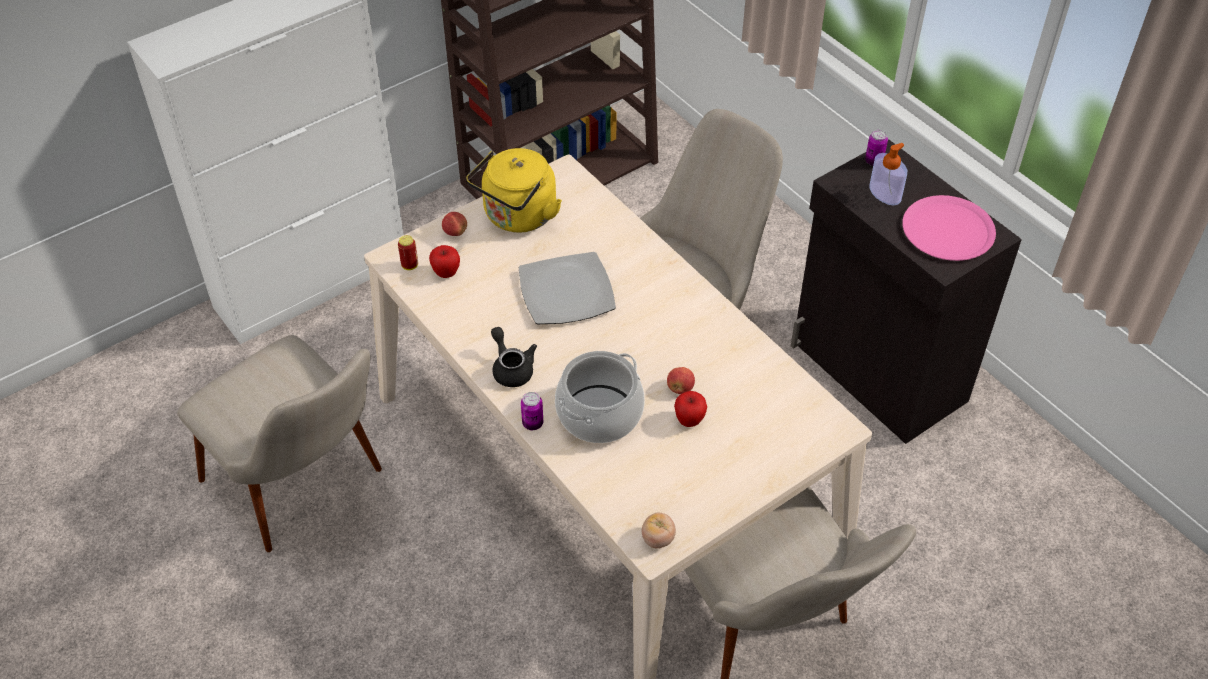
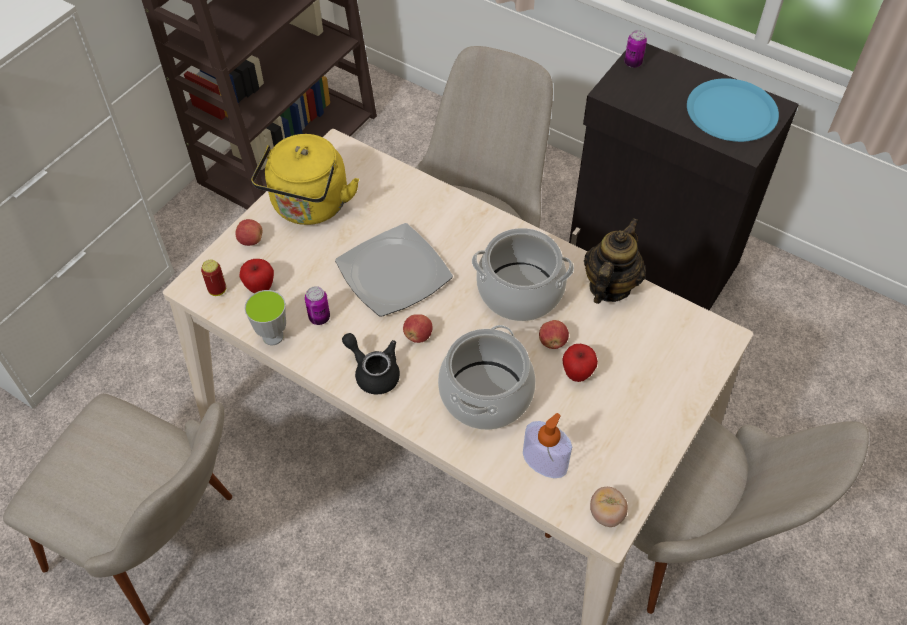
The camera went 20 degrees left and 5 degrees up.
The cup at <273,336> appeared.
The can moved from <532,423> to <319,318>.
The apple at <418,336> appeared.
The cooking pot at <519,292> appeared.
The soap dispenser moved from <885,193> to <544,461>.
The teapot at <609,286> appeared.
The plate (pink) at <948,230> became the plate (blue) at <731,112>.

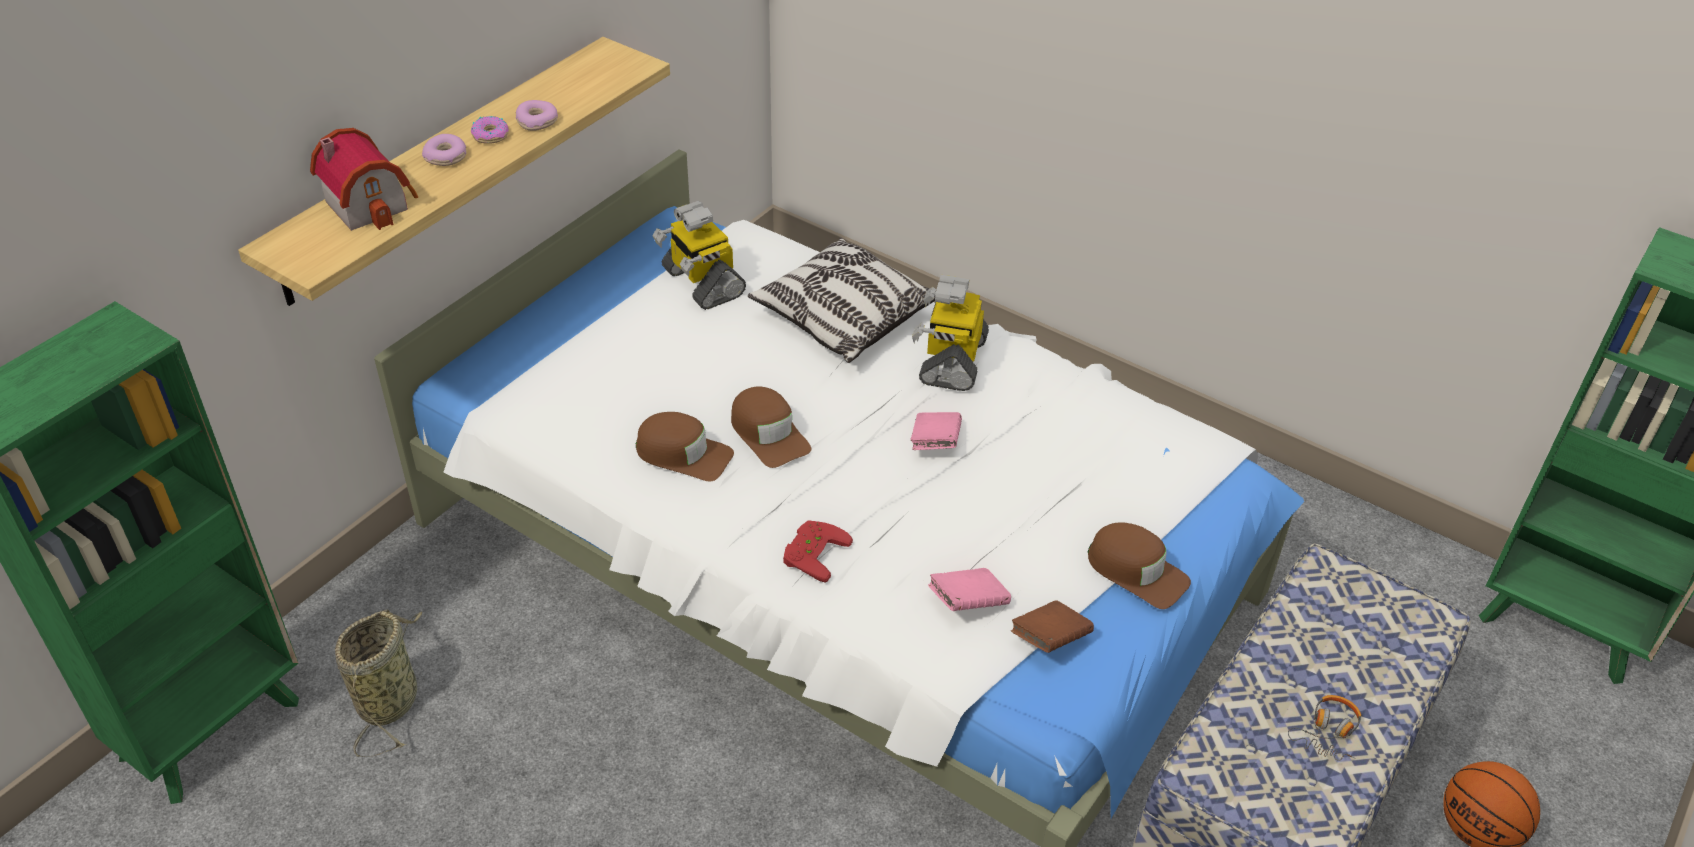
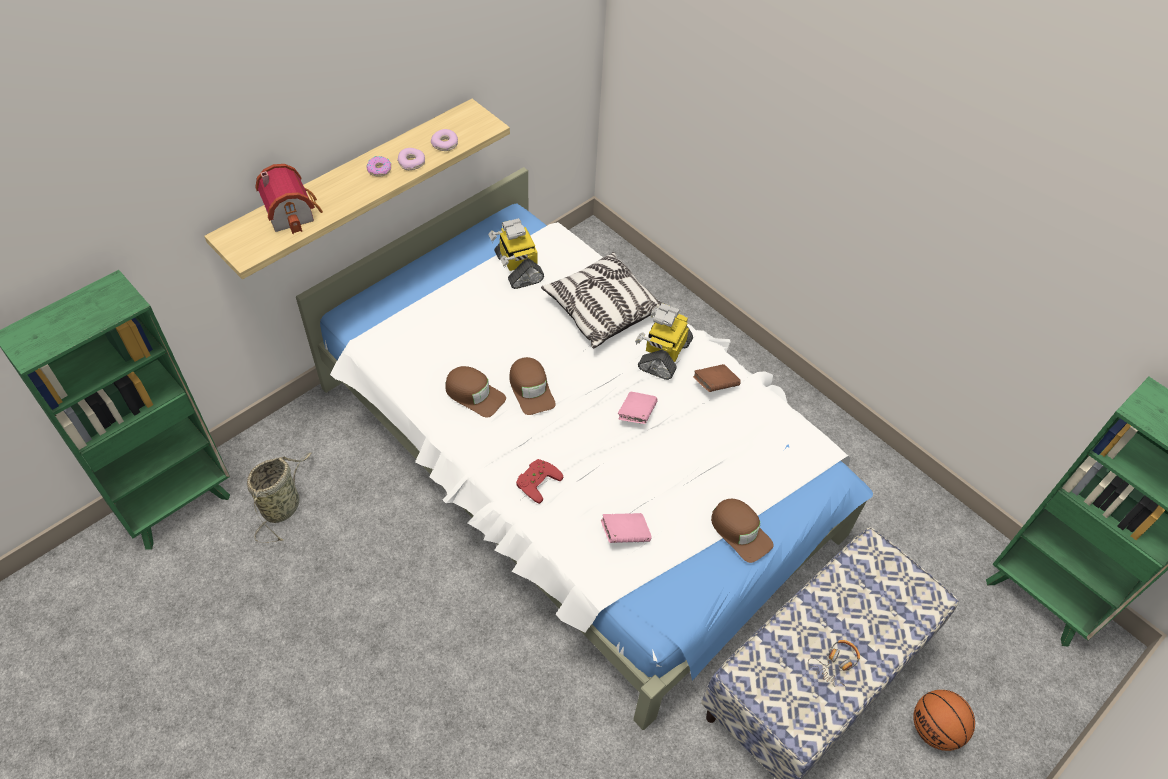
The camera went 10 degrees right and 10 degrees up.
The donut moved from <446,157> to <445,144>.
The book (brown) moved from <1049,639> to <715,385>.

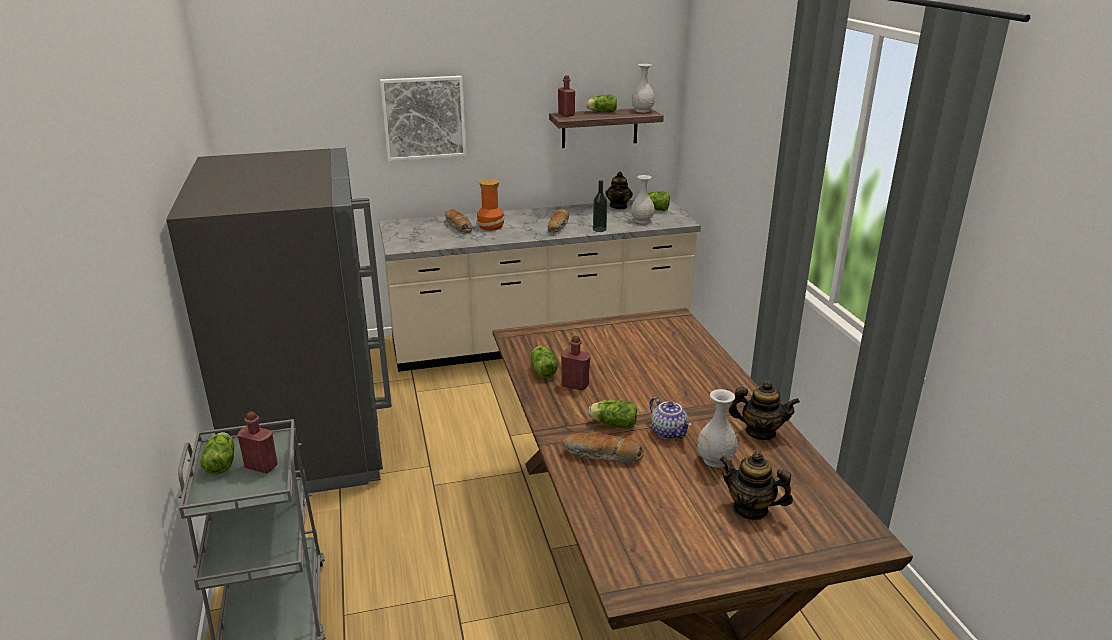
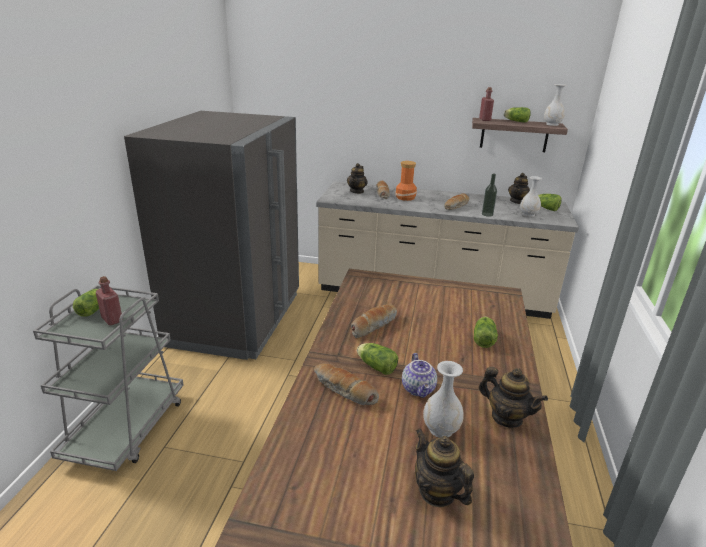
The camera went 25 degrees right and 0 degrees up.
The teapot at <357,191> appeared.
The bottle (red) at <575,385> was replaced by the bread at <373,325>.
The lettuce moved from <542,370> to <483,339>.
The picture at <424,118> disappeared.

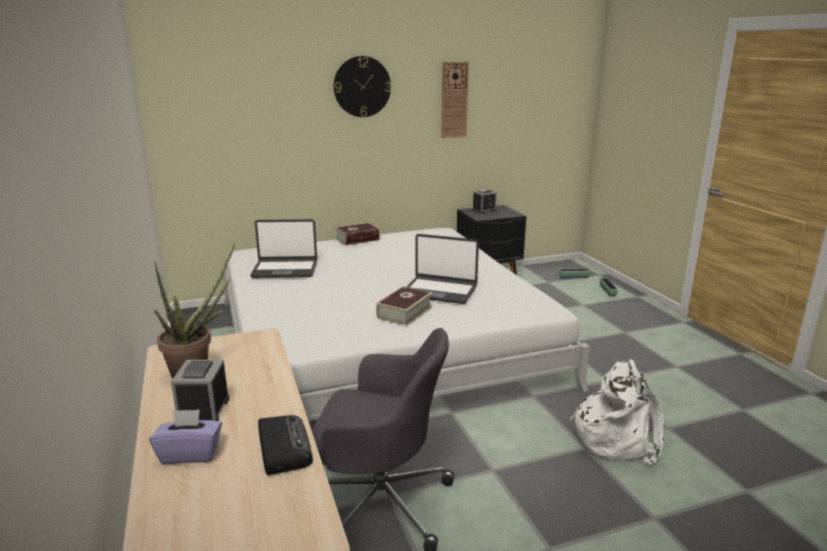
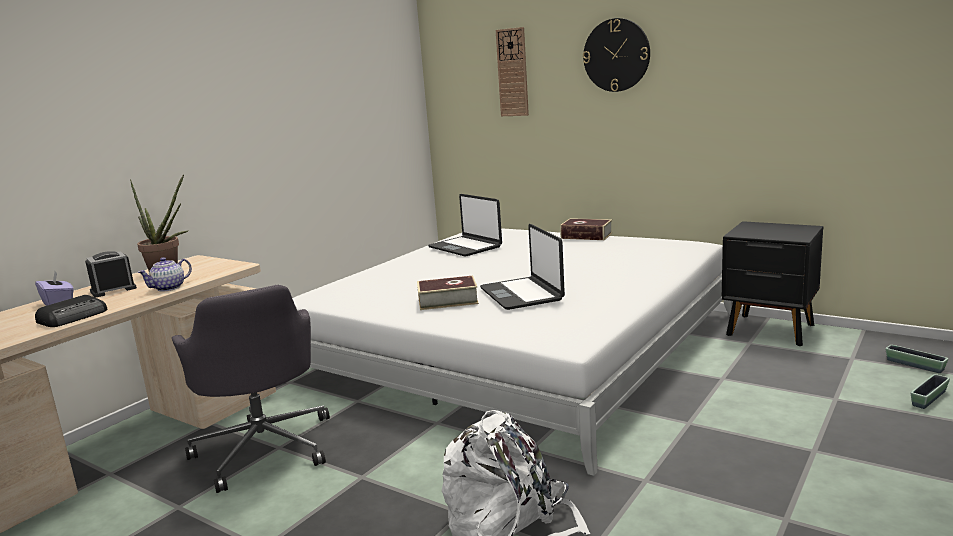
The camera went 55 degrees right and 5 degrees down.
The teapot at <169,288> appeared.
The wall clock moved from <454,100> to <512,72>.
The alarm clock at <484,210> disappeared.

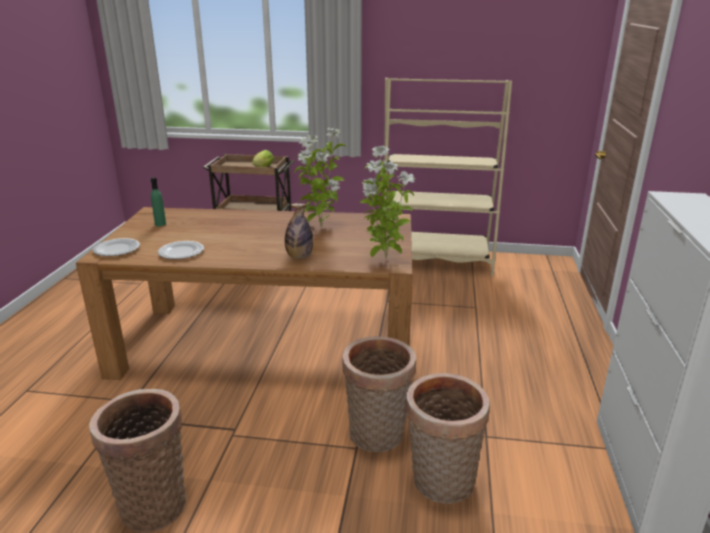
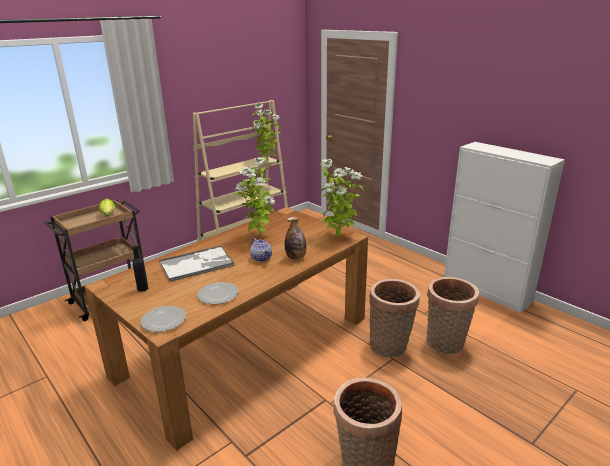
The camera went 50 degrees left and 0 degrees up.
The bottle (green) at <160,224> became the bottle (black) at <142,288>.
The tray at <197,264> appeared.
The teapot at <261,258> appeared.
The potted plant at <267,162> appeared.

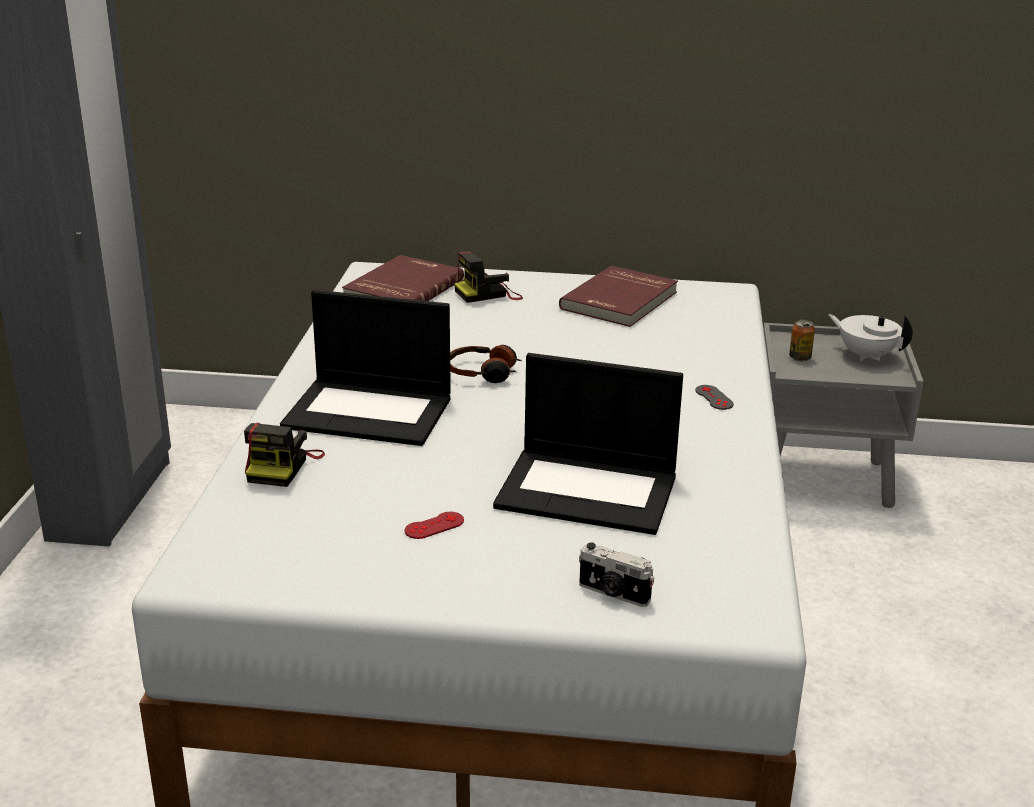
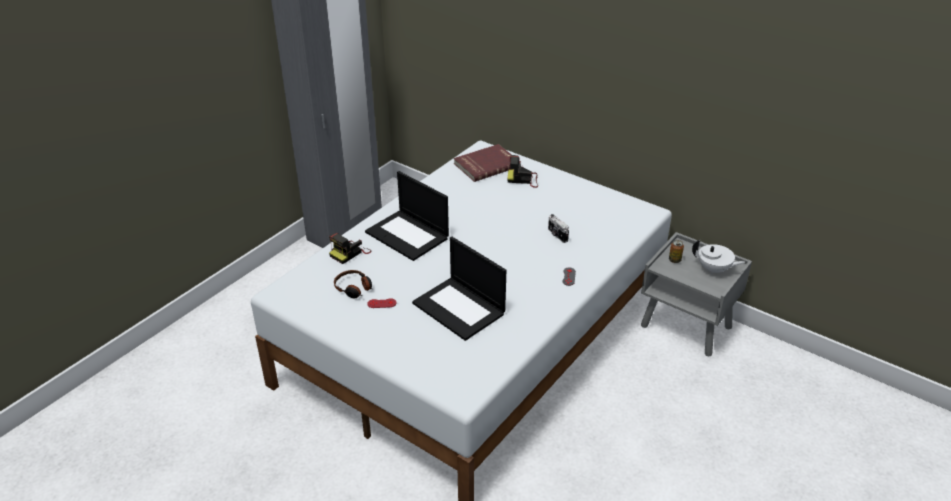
The camera went 30 degrees right and 10 degrees up.
The headphones moved from <483,373> to <354,288>.
The photo camera moved from <613,594> to <557,235>.
The teapot (white) at <866,355> turned 135 degrees clockwise.
The book (red) at <621,301> disappeared.

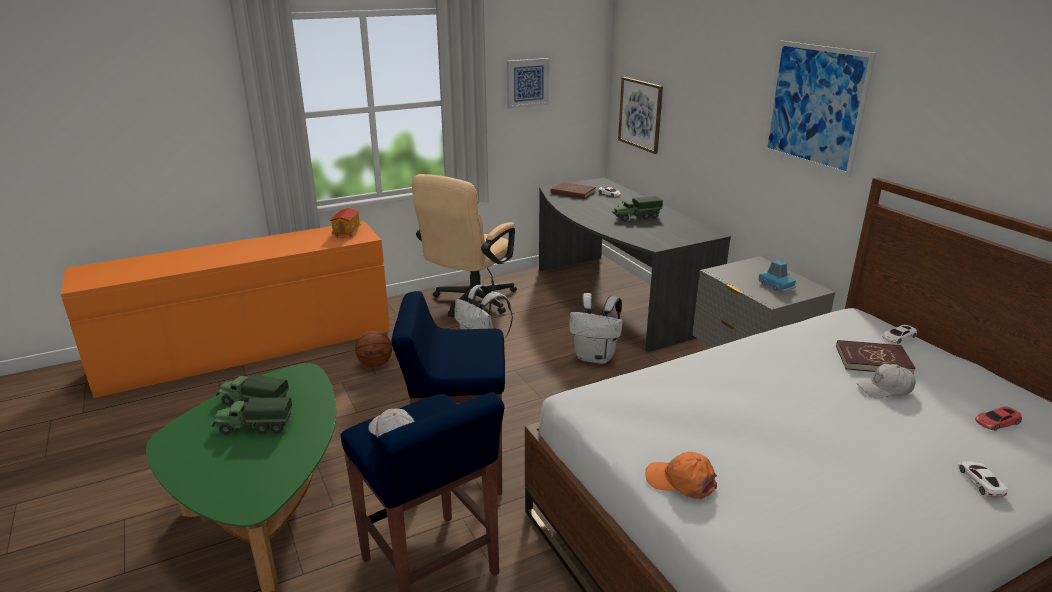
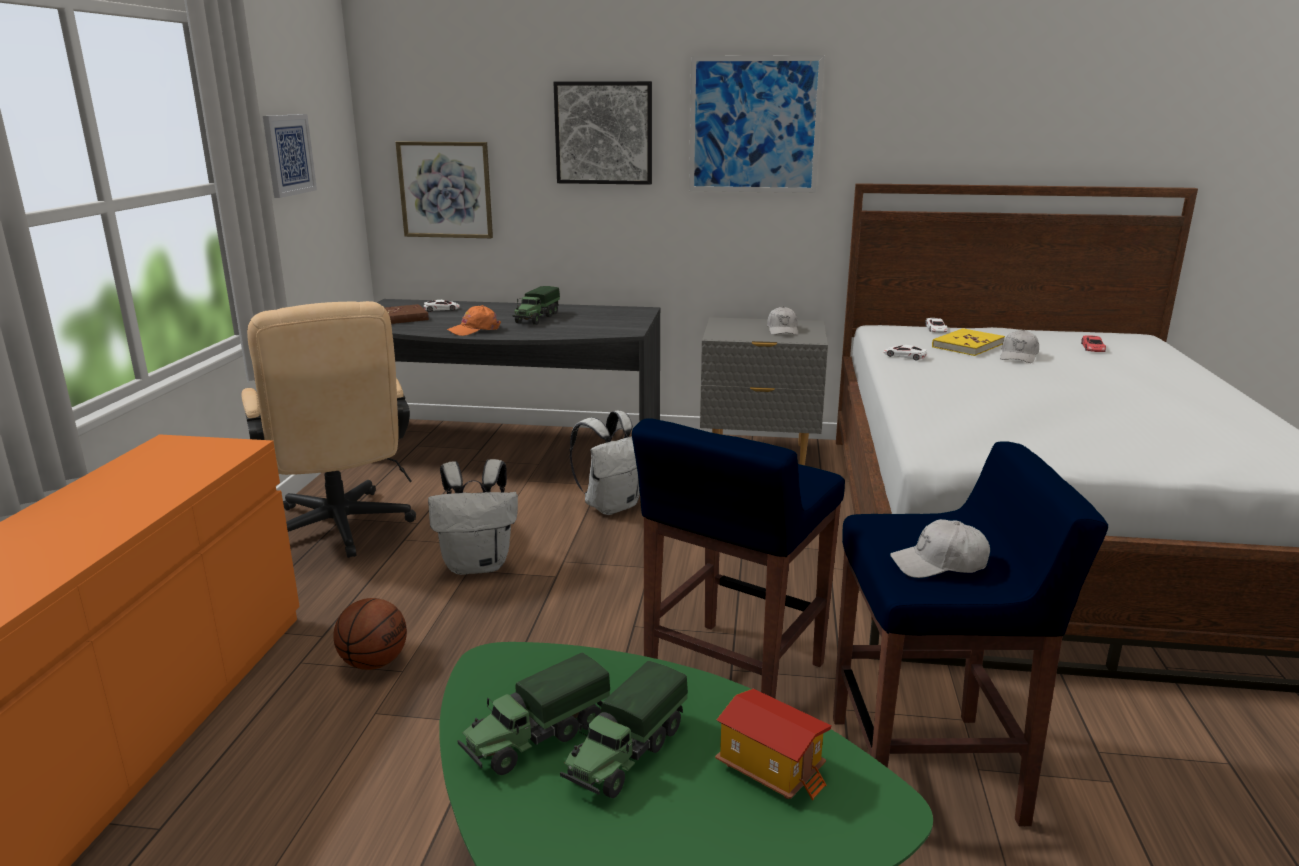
The camera went 55 degrees left and 5 degrees down.
The cap (orange) moved from <681,481> to <474,330>.
The picture at <604,133> appeared.
The toy house moved from <347,232> to <772,768>.
The toy car (blue) at <776,286> was replaced by the cap (white) at <782,330>.
The toy car (white) moved from <980,481> to <904,356>.
The book (red) at <873,360> became the book (yellow) at <967,345>.

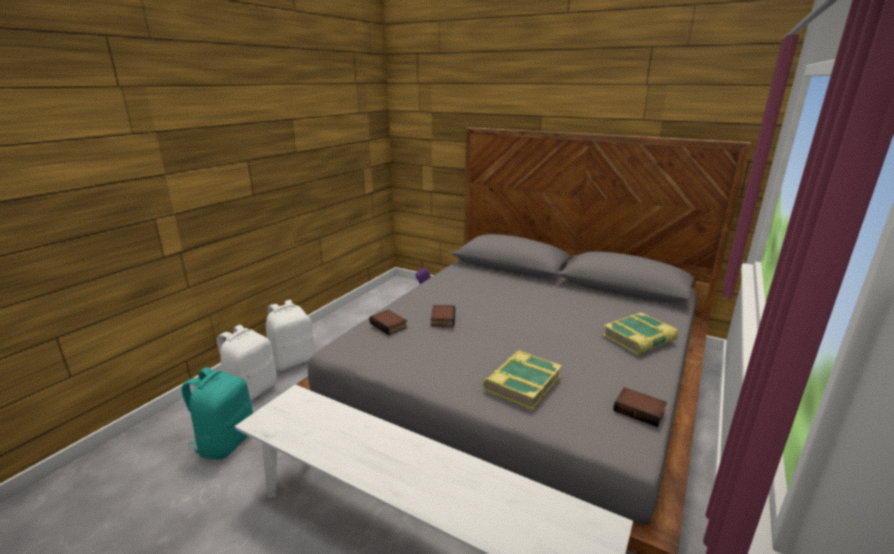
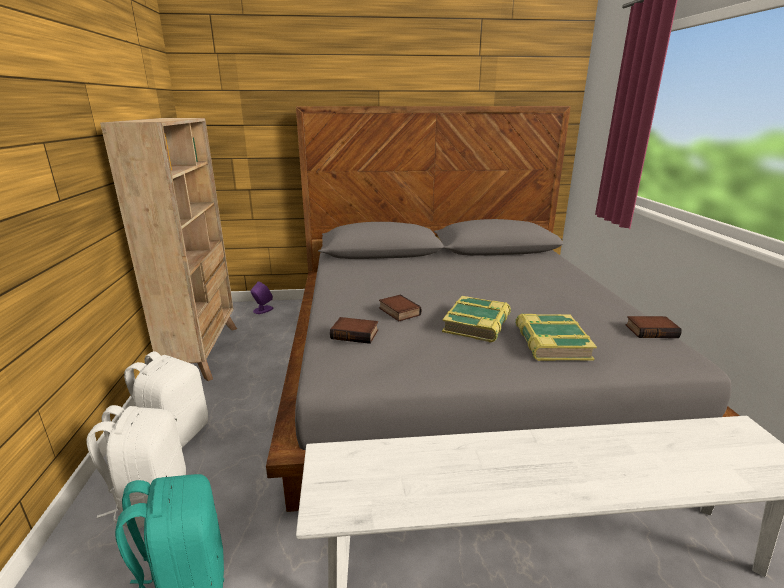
The camera went 35 degrees left and 0 degrees up.
The bookcase (beige) at <203,352> appeared.
The book moved from <639,339> to <477,324>.

